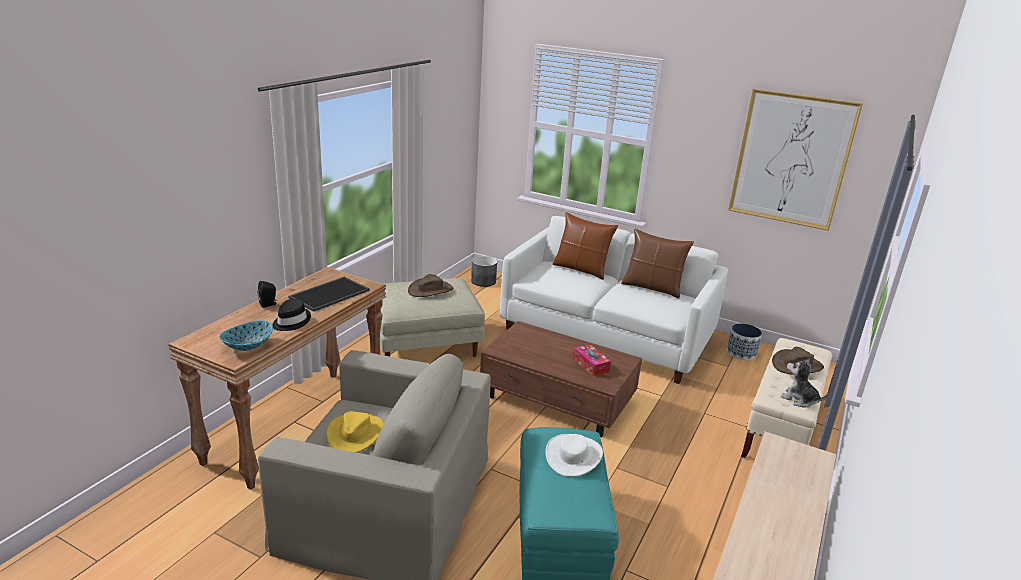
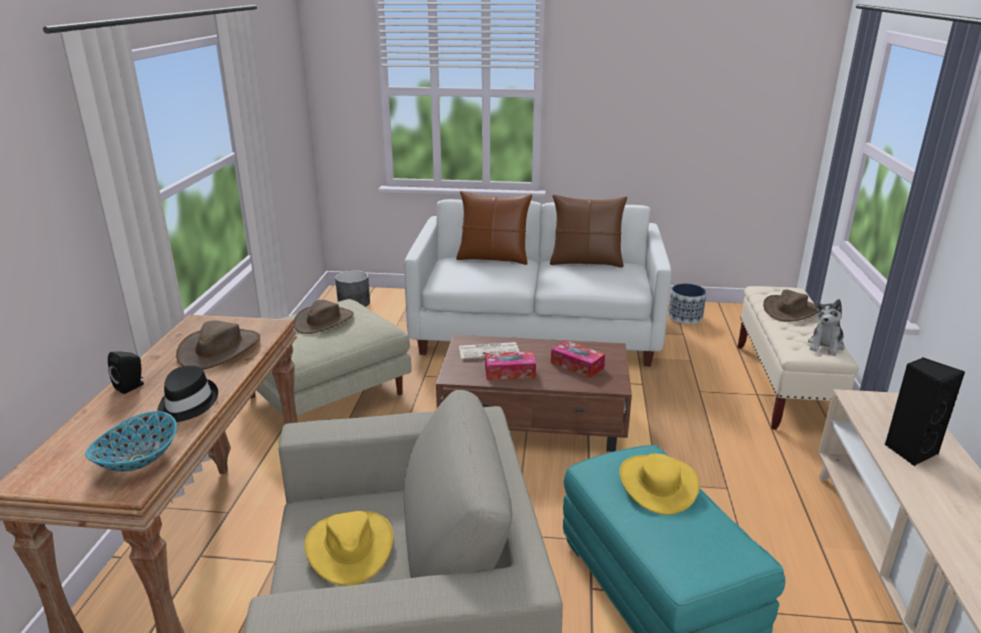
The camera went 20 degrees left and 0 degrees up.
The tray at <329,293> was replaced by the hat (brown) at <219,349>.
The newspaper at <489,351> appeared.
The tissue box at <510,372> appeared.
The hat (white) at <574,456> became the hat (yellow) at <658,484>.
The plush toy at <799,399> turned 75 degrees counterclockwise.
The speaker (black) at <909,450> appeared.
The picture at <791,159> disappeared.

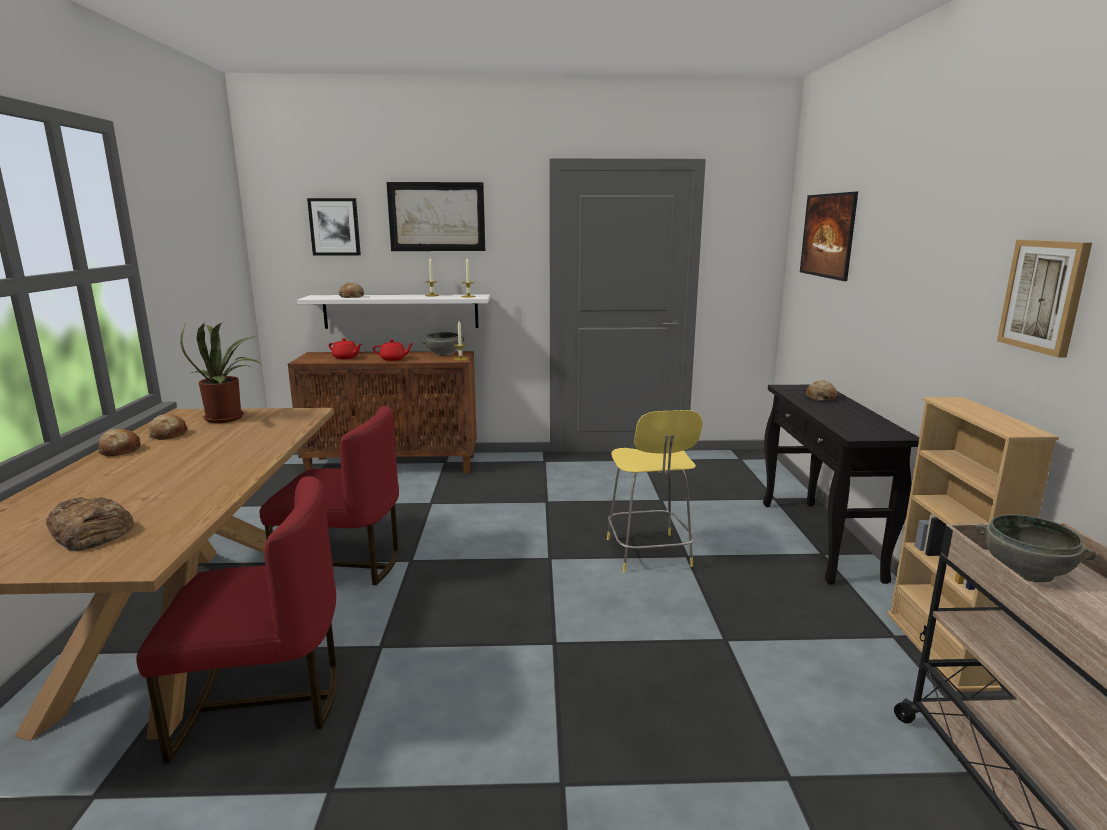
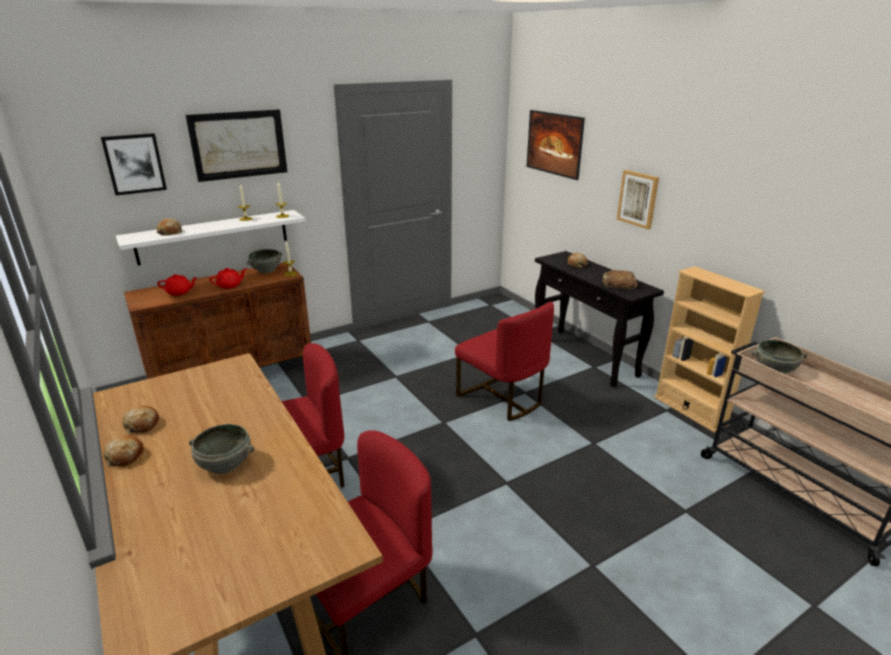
The camera went 30 degrees left and 10 degrees up.
The bowl (grey) at <224,464> appeared.
The stool (yellow) at <649,554> was replaced by the chair (red) at <502,398>.
The bread moved from <90,532> to <618,284>.
The picture moved from <1044,296> to <638,199>.
The potted plant at <229,418> disappeared.

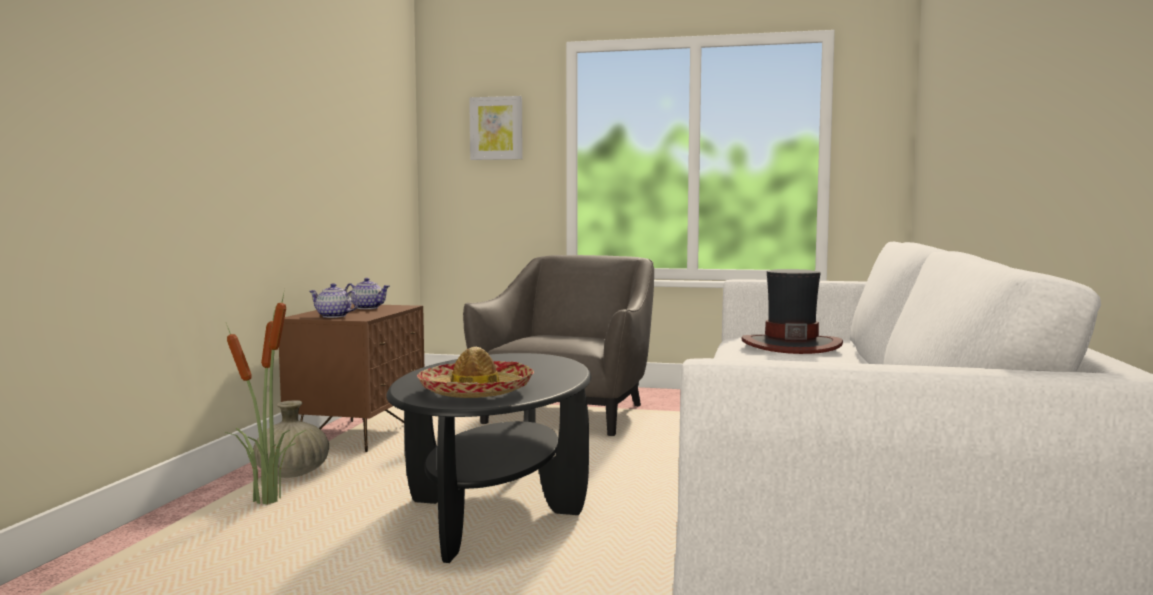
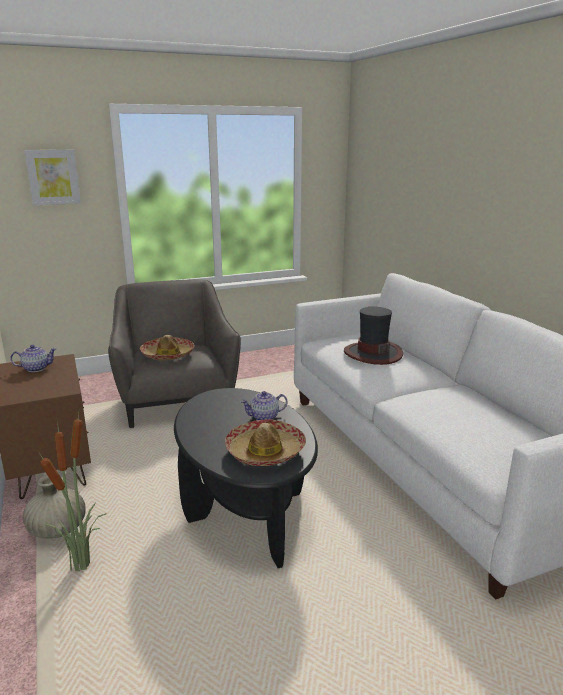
The camera went 35 degrees left and 15 degrees up.
The hat at <168,355> appeared.
The teapot moved from <334,316> to <264,417>.

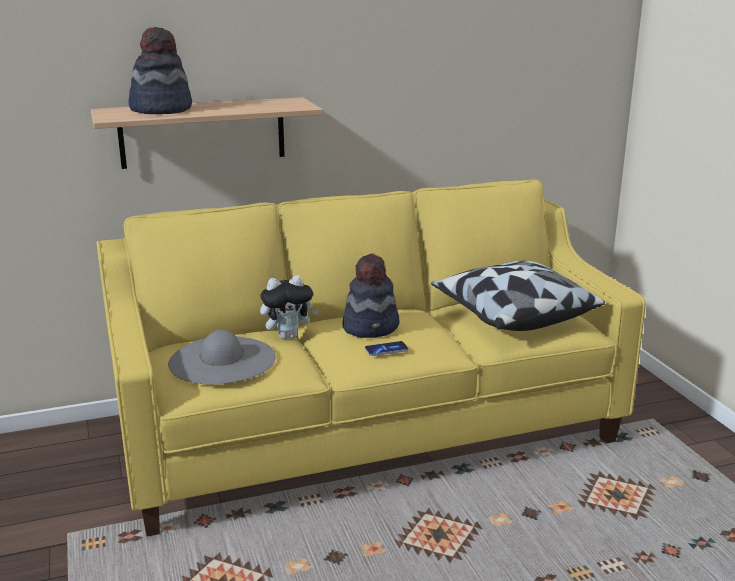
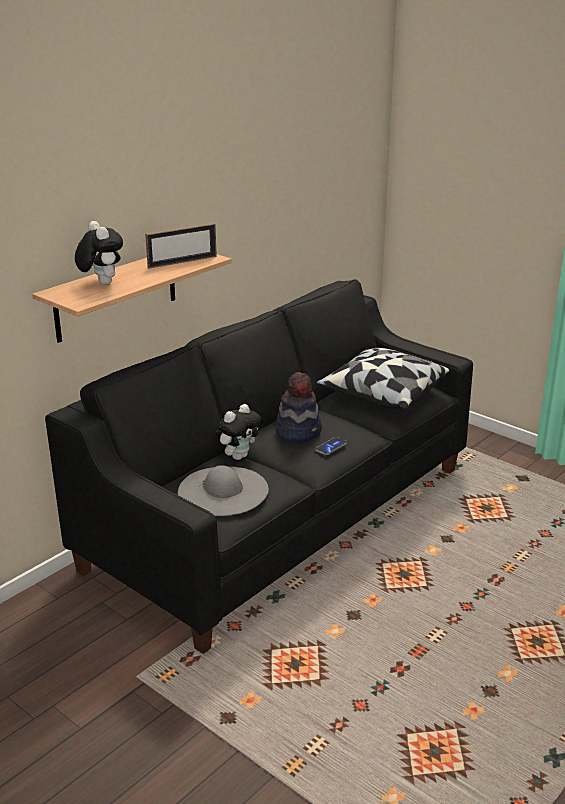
The camera went 30 degrees left and 5 degrees up.
The sofa (yellow) at <368,432> became the sofa (black) at <282,517>.
The hat at <161,109> was replaced by the plush toy at <101,283>.
The picture frame at <182,262> appeared.

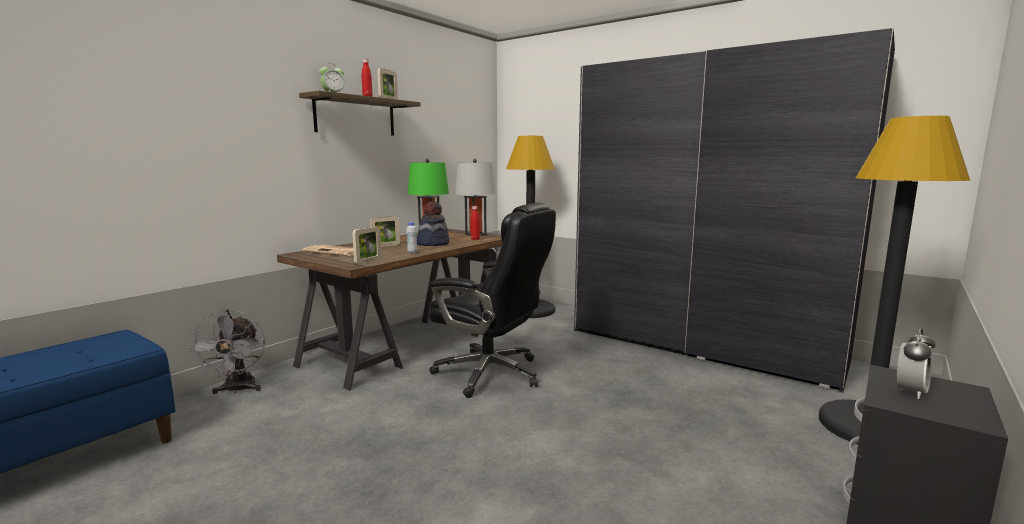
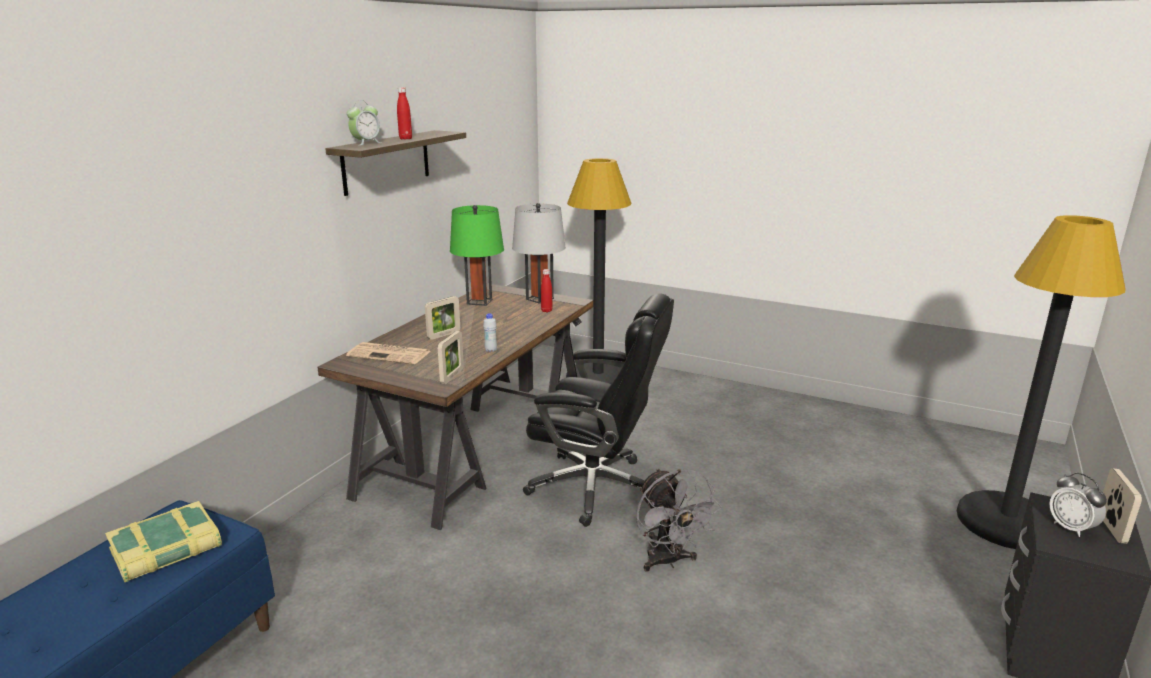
The camera went 10 degrees left and 10 degrees up.
The book at <166,549> appeared.
The fan (grey) moved from <238,390> to <668,561>.
The alarm clock at <910,392> turned 120 degrees clockwise.
The picture frame moved from <388,99> to <1111,528>.
The hat at <432,244> disappeared.
The wardrobe (grey) at <702,345> disappeared.

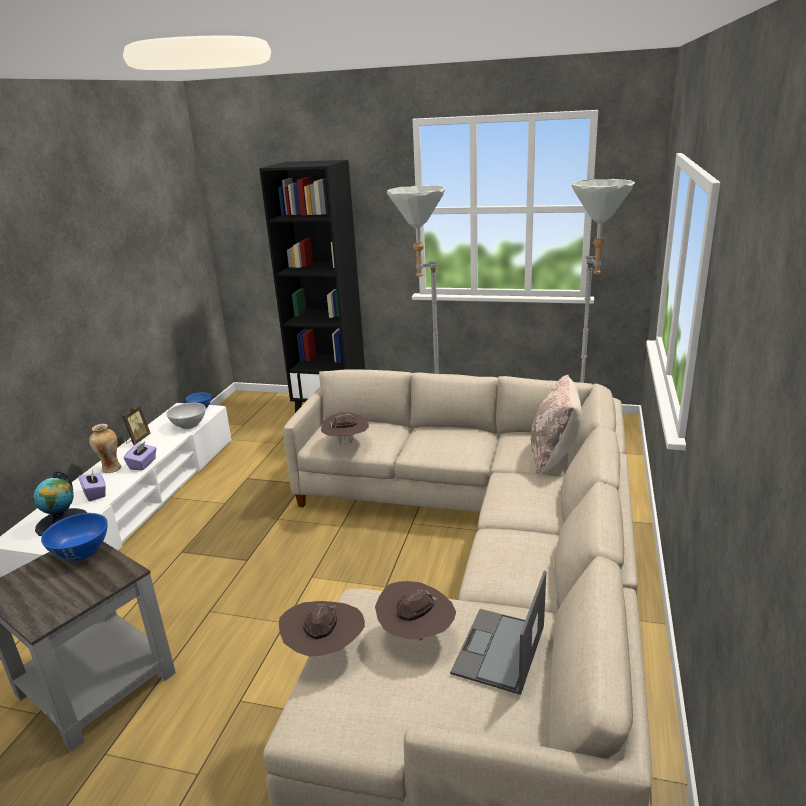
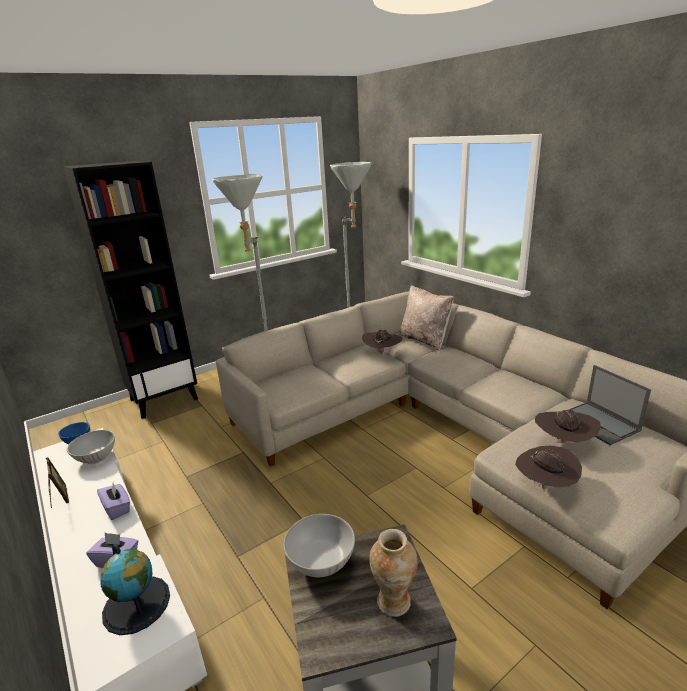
The camera went 50 degrees left and 0 degrees up.
The bowl (blue) at <81,552> became the bowl (white) at <321,562>.
The hat (brown) moved from <346,443> to <382,353>.
The vase moved from <110,469> to <393,603>.

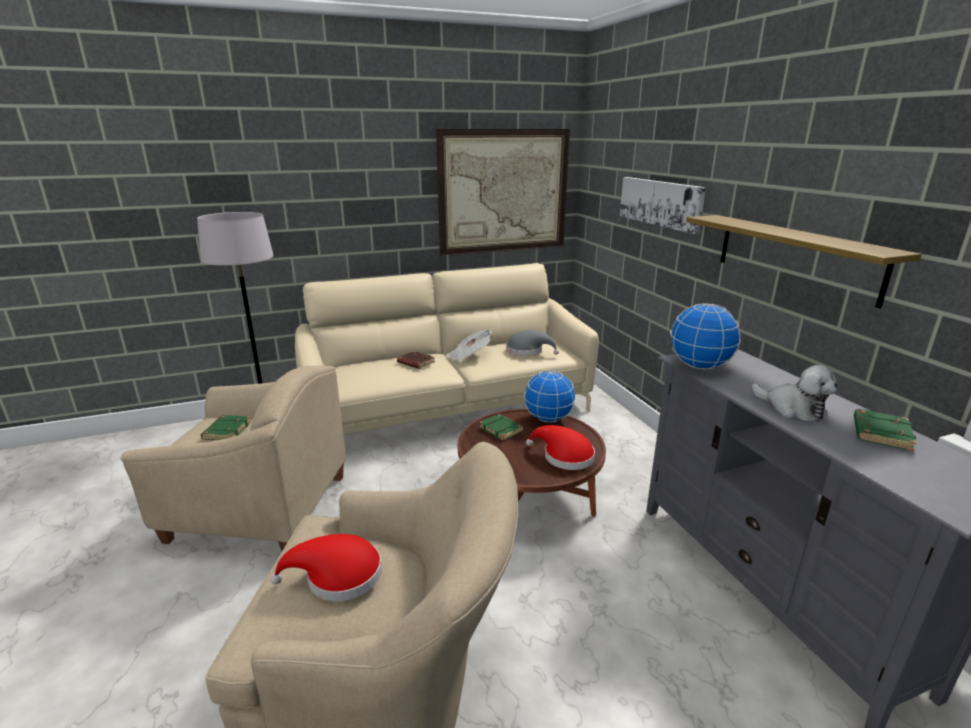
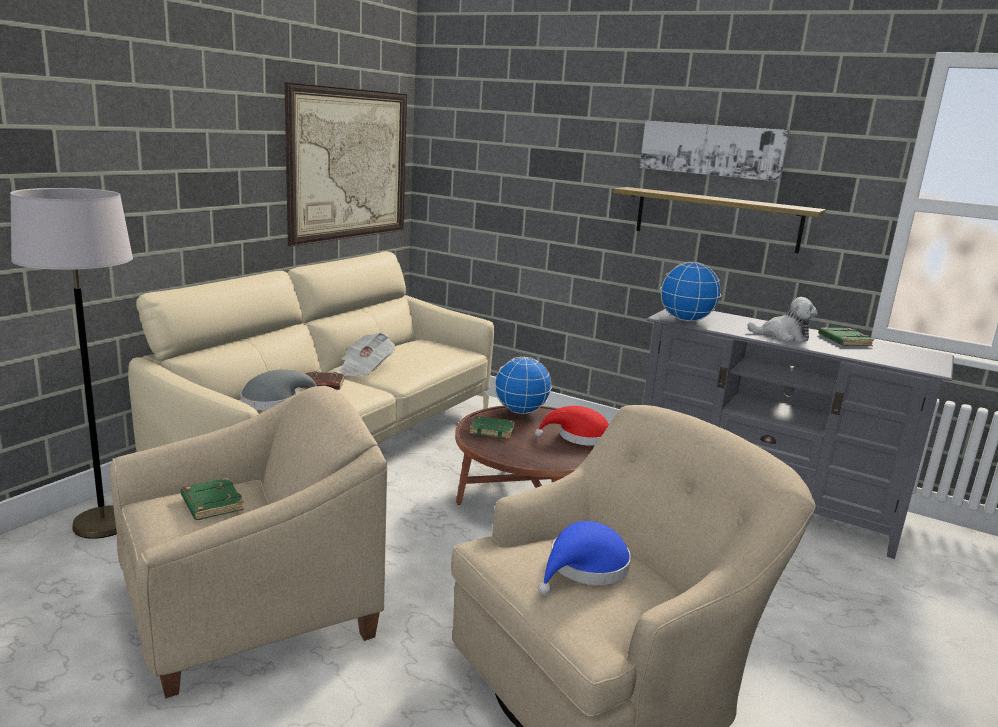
The camera went 40 degrees left and 5 degrees down.
The hat (grey) moved from <527,351> to <274,401>.
The hat (red) at <337,576> became the hat (blue) at <585,568>.
The picture moved from <660,203> to <711,150>.

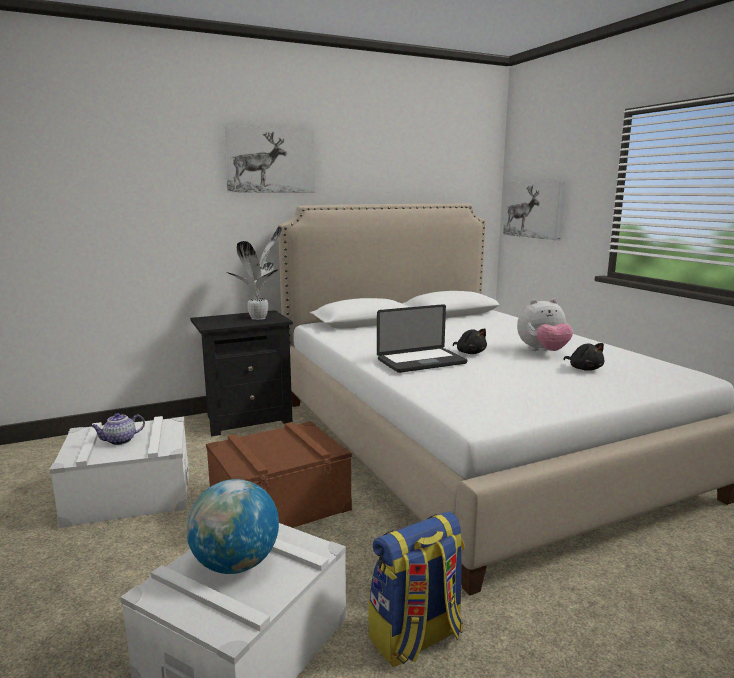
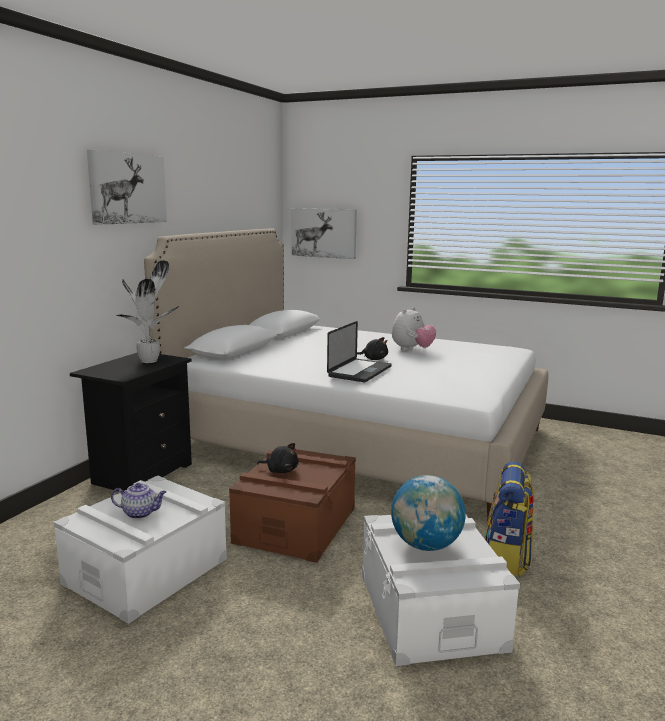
The camera went 40 degrees left and 0 degrees up.
The teapot at <119,441> turned 105 degrees counterclockwise.
The plush toy (black) moved from <584,369> to <280,470>.

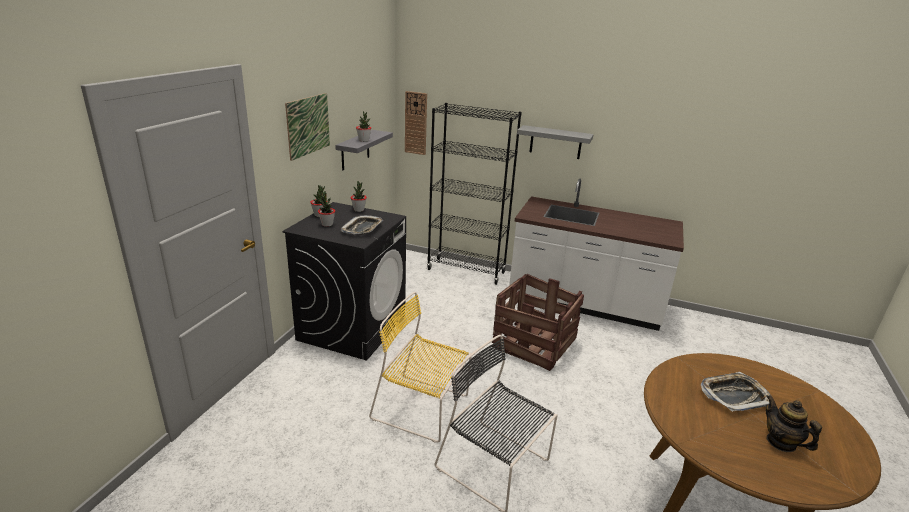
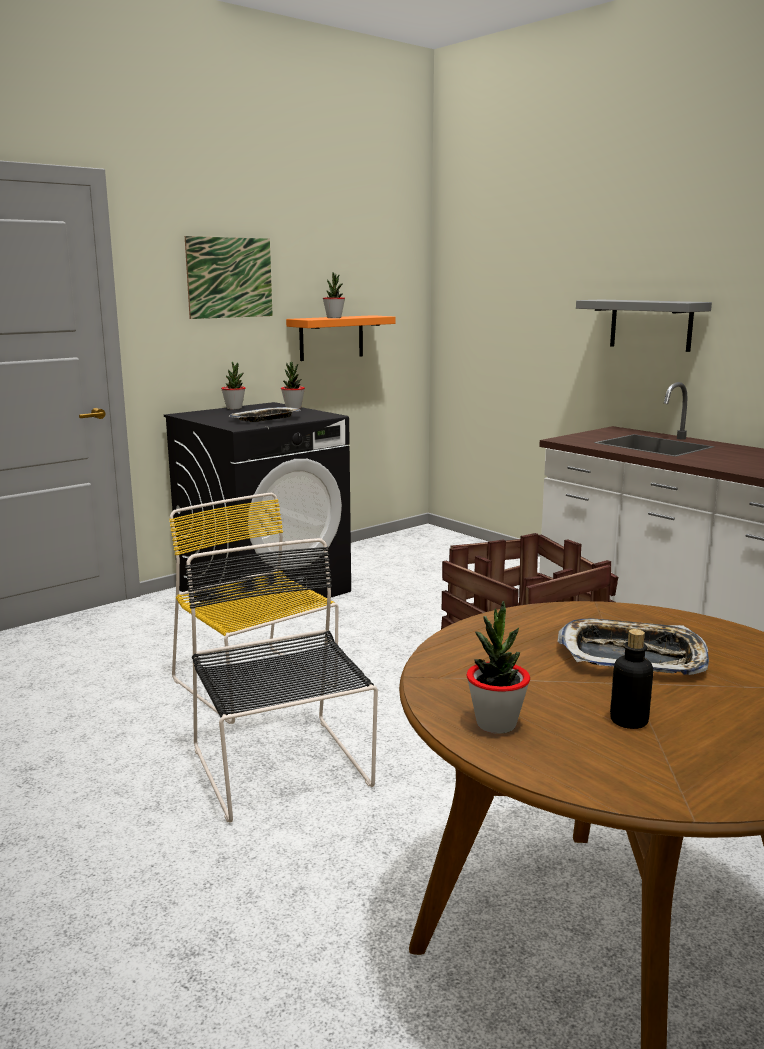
The camera went 30 degrees right and 10 degrees down.
The shelf (grey) at <355,150> became the shelf (orange) at <331,337>.
The potted plant moved from <327,224> to <496,724>.
The teapot at <781,442> was replaced by the bottle at <629,721>.
The wall clock at <416,123> disappeared.
The bookcase (black) at <466,271> disappeared.

